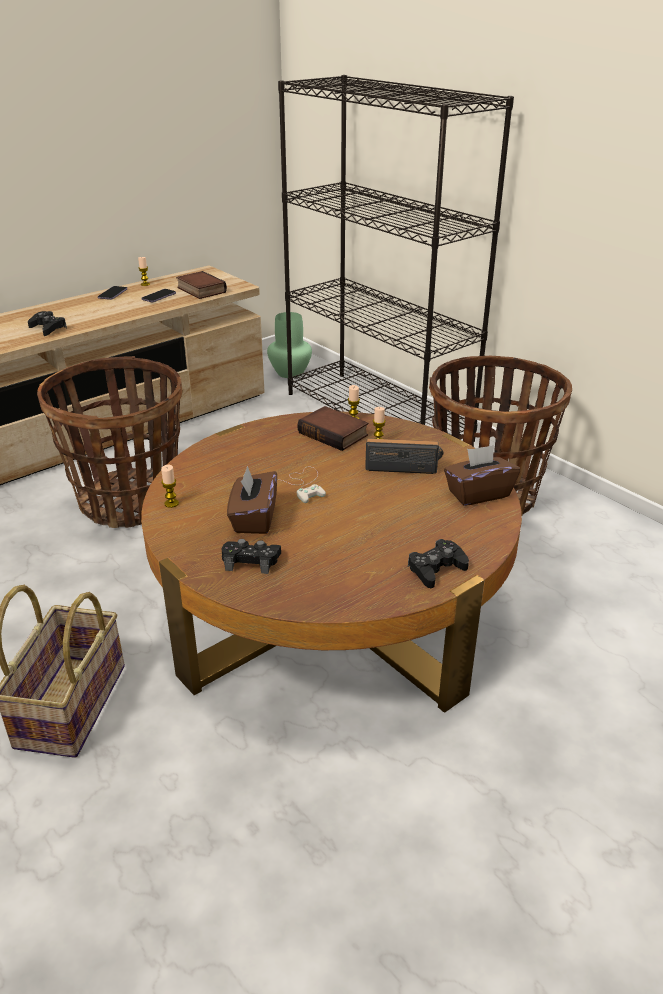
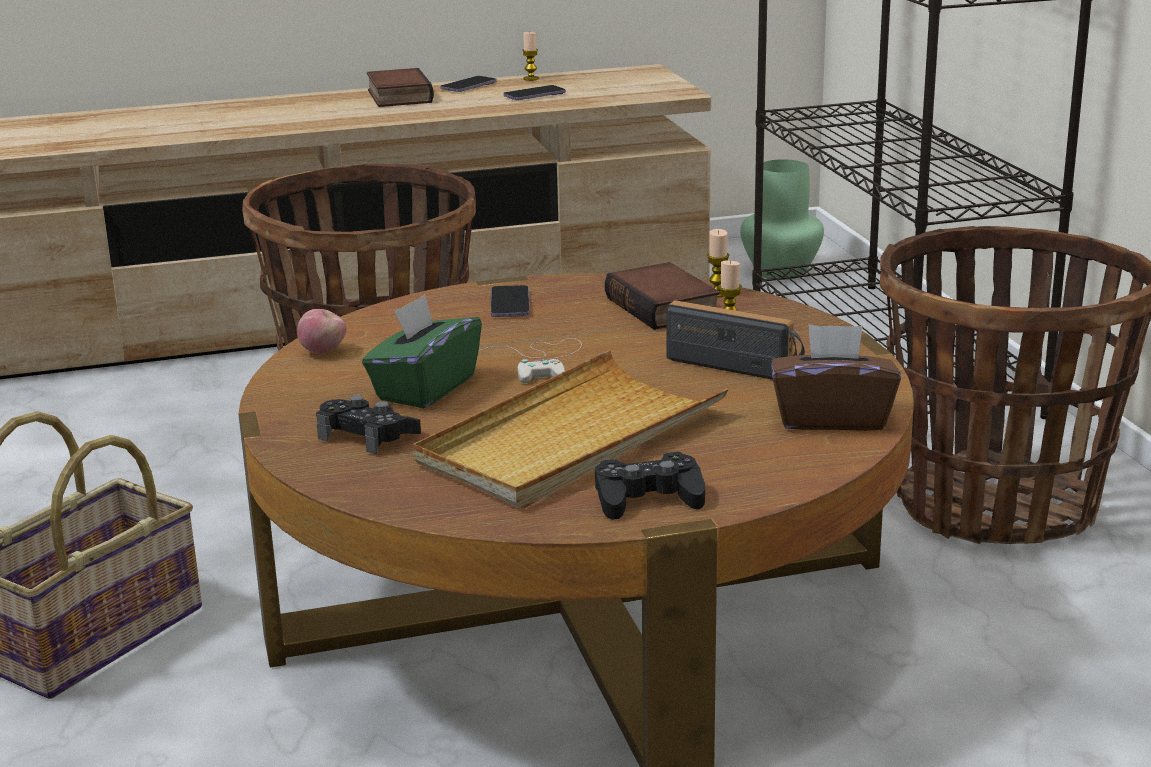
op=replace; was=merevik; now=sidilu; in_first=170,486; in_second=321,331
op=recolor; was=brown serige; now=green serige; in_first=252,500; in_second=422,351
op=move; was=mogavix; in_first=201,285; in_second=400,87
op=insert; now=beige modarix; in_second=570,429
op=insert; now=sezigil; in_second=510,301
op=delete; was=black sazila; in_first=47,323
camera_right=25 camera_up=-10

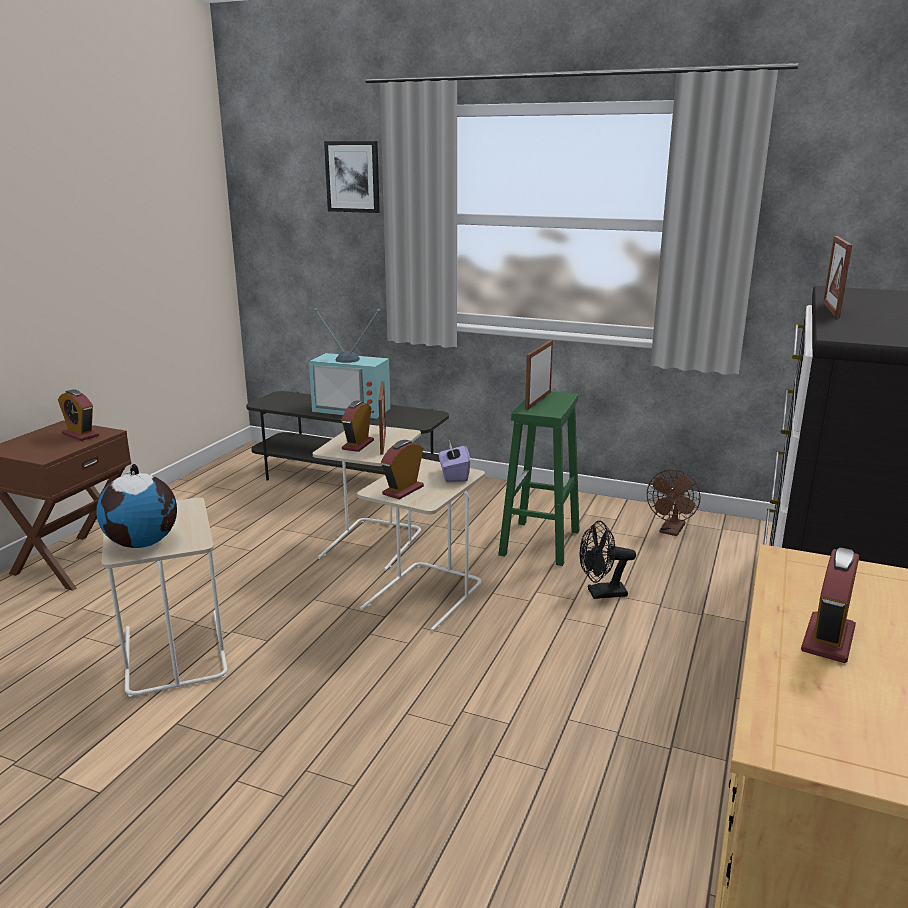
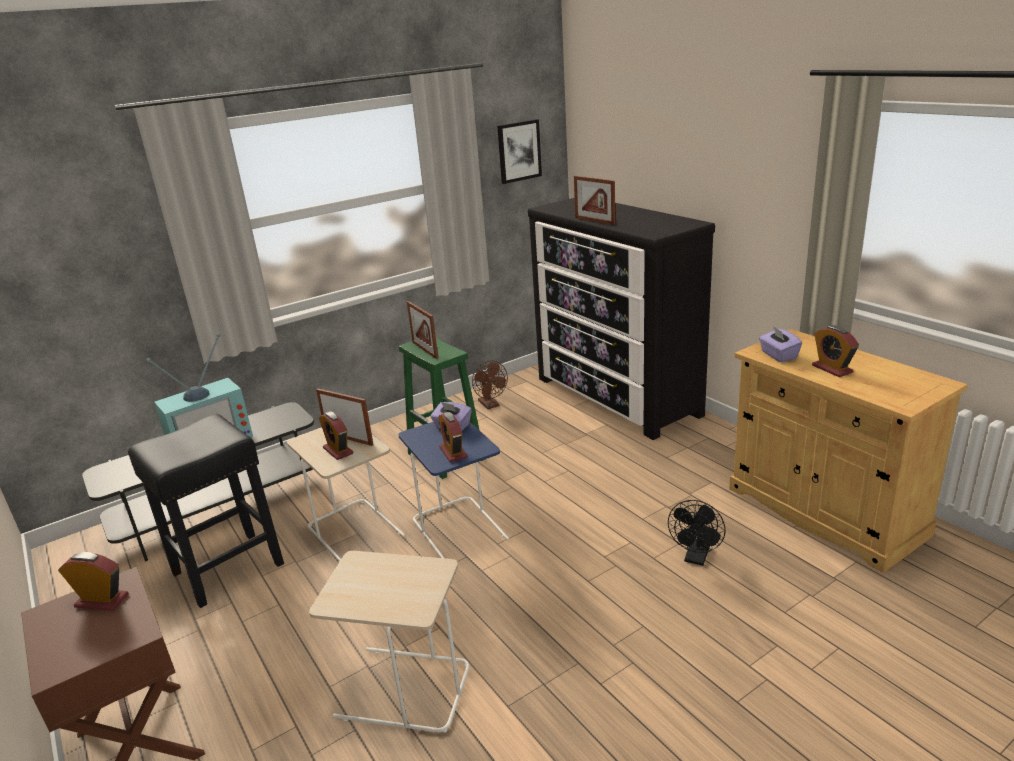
op=rotate; was=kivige; in_first=78,415; in_second=93,581; clockwise=-150
op=insert; now=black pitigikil; in_second=206,511
op=recolor; was=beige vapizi; now=blue vapizi; in_first=421,545; in_second=454,490
op=move; was=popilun; in_first=352,177; in_second=519,151
op=move; was=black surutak; in_first=608,560; in_second=697,533
op=insert; now=purple serige; in_second=780,344
op=delete; was=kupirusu; in_first=136,506
camera_right=-55 camera_up=5

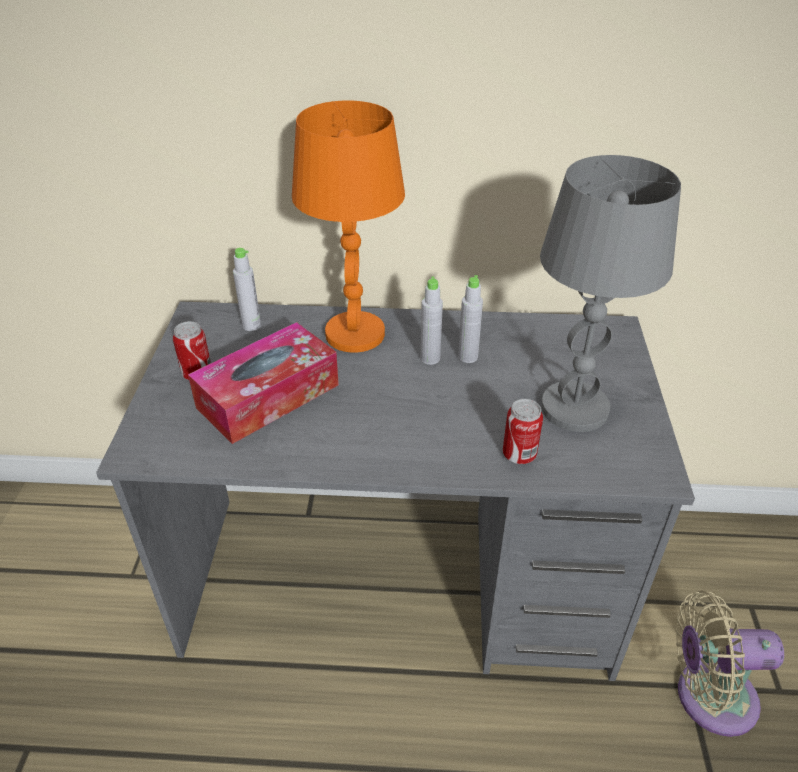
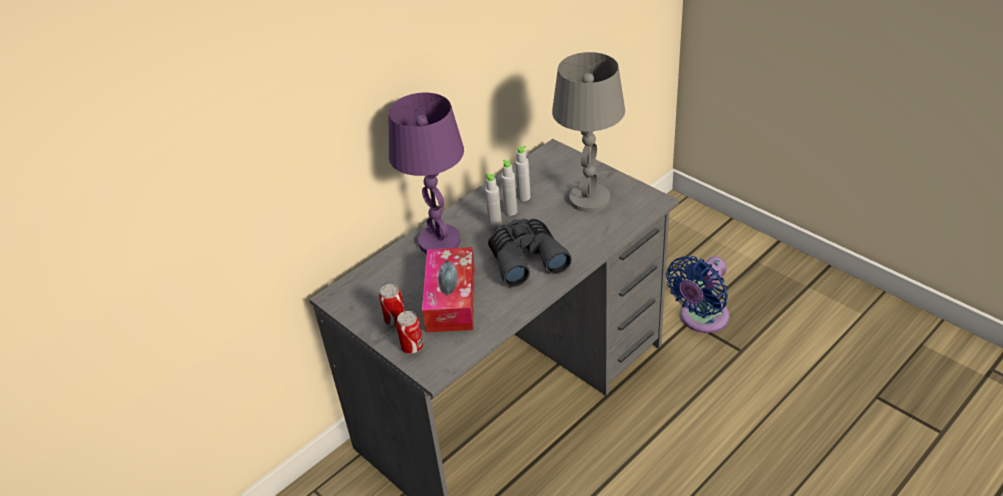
op=recolor; was=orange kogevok; now=purple kogevok; in_first=348,227; in_second=426,173
op=move; was=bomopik; in_first=523,431; in_second=409,332
op=insert; now=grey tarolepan; in_second=530,252
op=move; was=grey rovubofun; in_first=247,289; in_second=523,173
op=recolor; was=beige surutak; now=blue surutak; in_first=730,663; in_second=698,294
camera_right=-45 camera_up=0

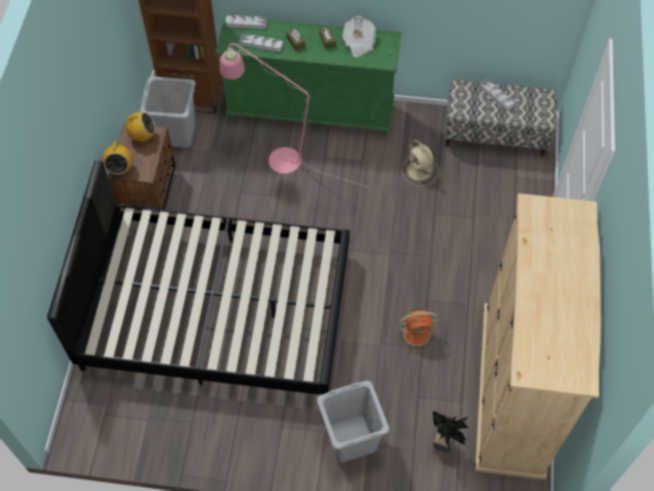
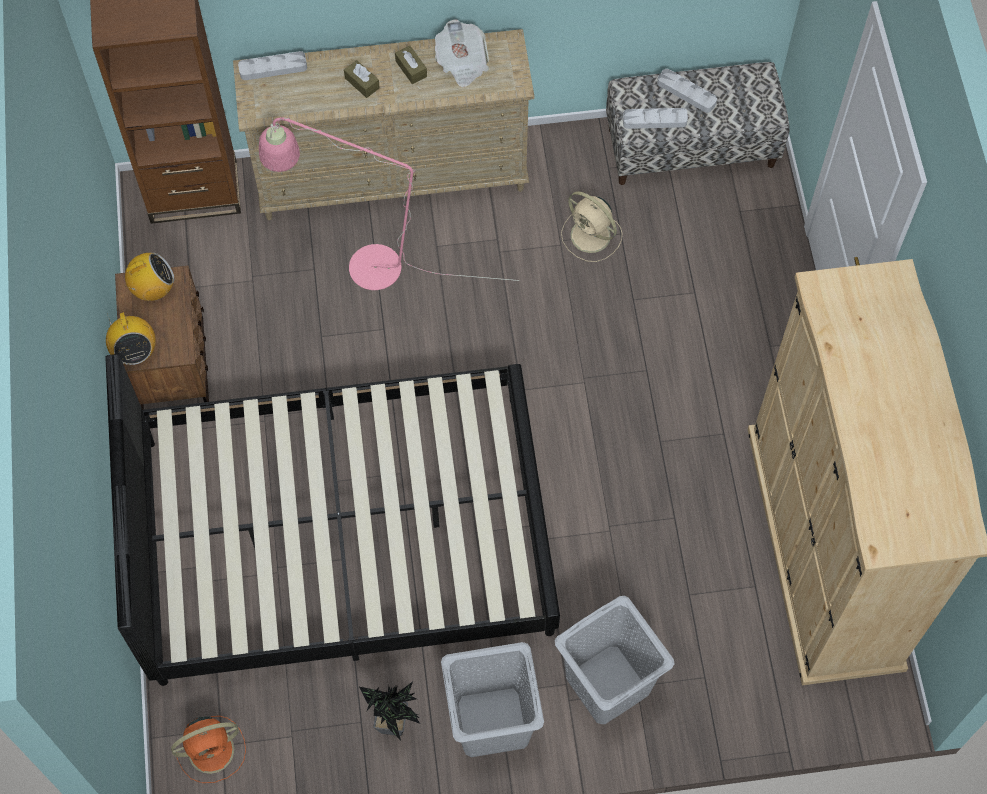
op=move; was=orange surutak; in_first=417,330; in_second=208,749
op=recolor; was=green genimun; now=beige genimun; in_first=308,76; in_second=383,124
op=move; was=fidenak; in_first=450,432; in_second=389,711
op=move; was=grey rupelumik; in_first=168,112; in_second=492,699
op=move; was=grey modarix; in_first=262,42; in_second=655,118
camera_right=-15 camera_up=5

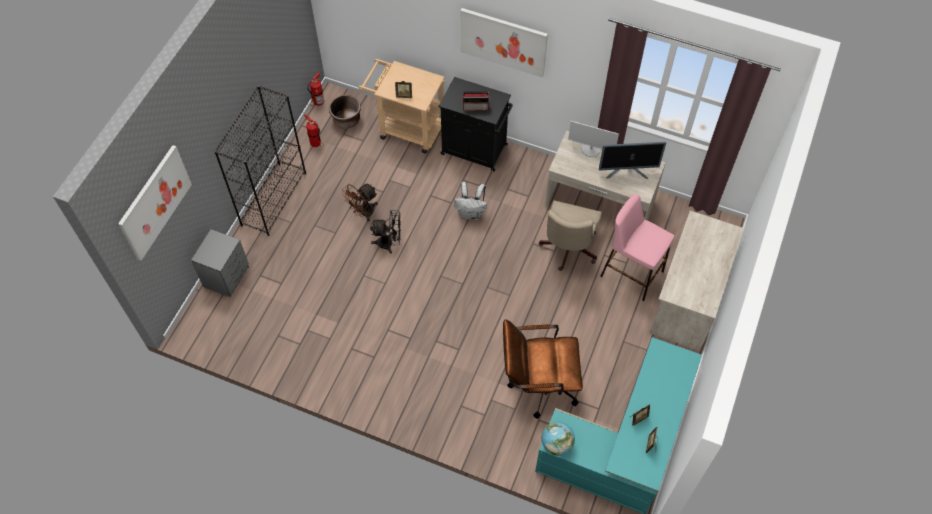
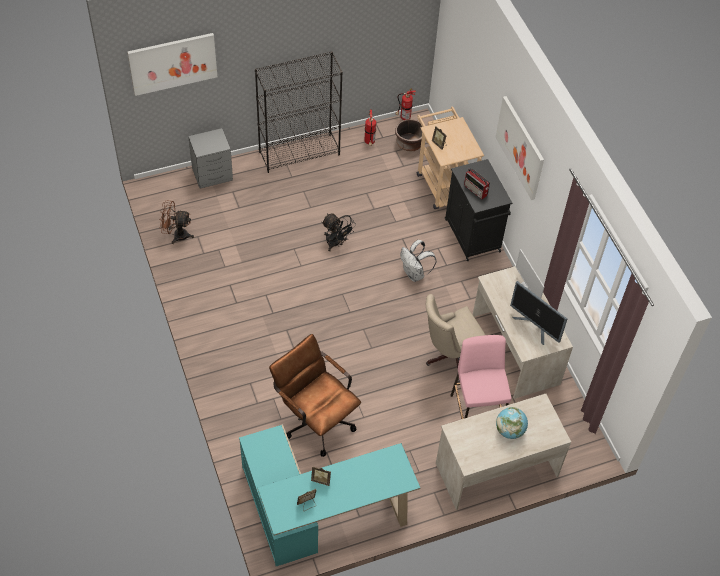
op=move; was=brown surutak; in_first=360,203; in_second=176,222
op=move; was=kupirusu; in_first=558,439; in_second=512,423
camera_right=45 camera_up=-5

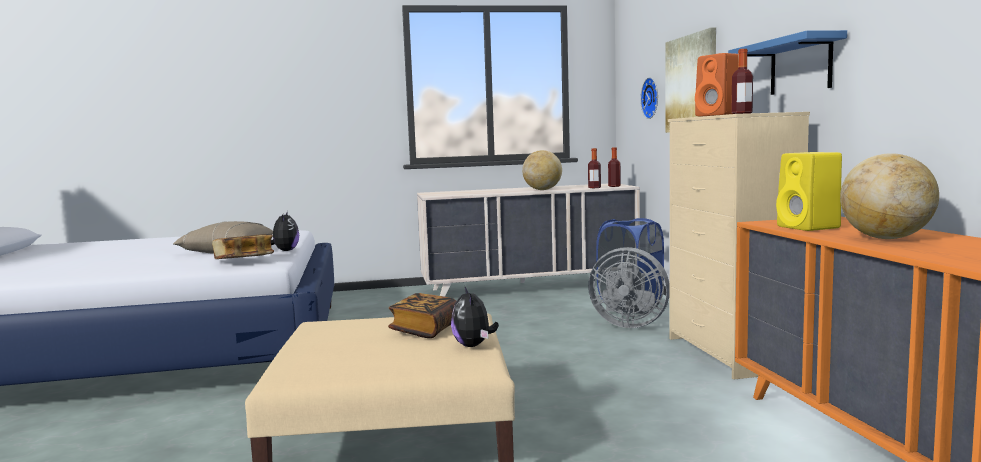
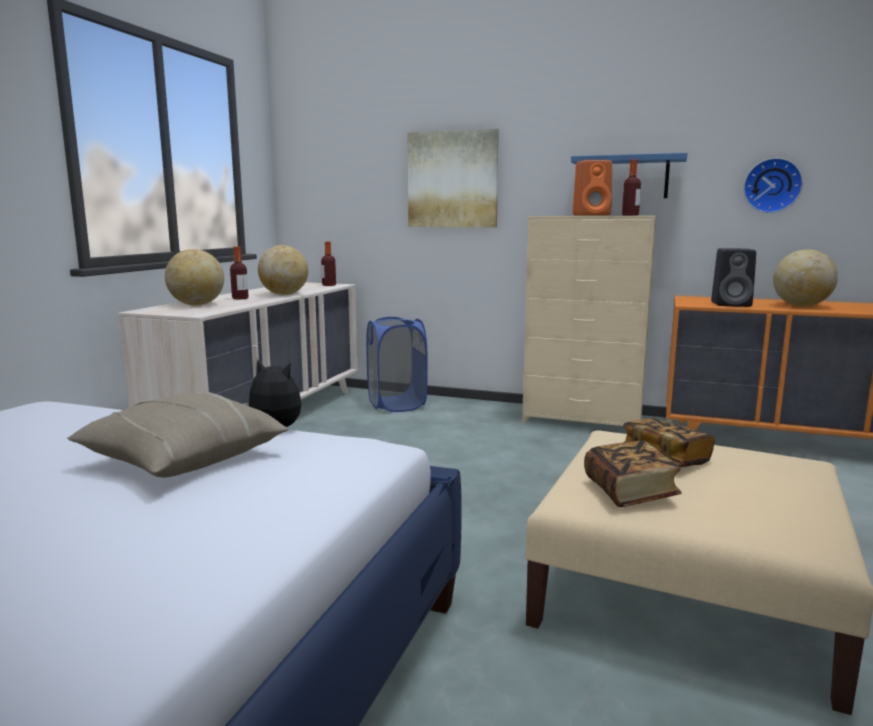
op=insert; now=kupirusu; in_second=194,277
op=move; was=rovubofun; in_first=594,168; in_second=239,273
op=move; was=mogavix; in_first=243,246; in_second=632,474
op=recolor; was=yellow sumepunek; now=black sumepunek; in_first=809,191; in_second=733,277
op=move; was=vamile; in_first=649,98; in_second=773,185
op=delete; was=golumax; in_first=475,317
op=delete; was=grey surutak; in_first=629,287
camera_right=-60 camera_up=5

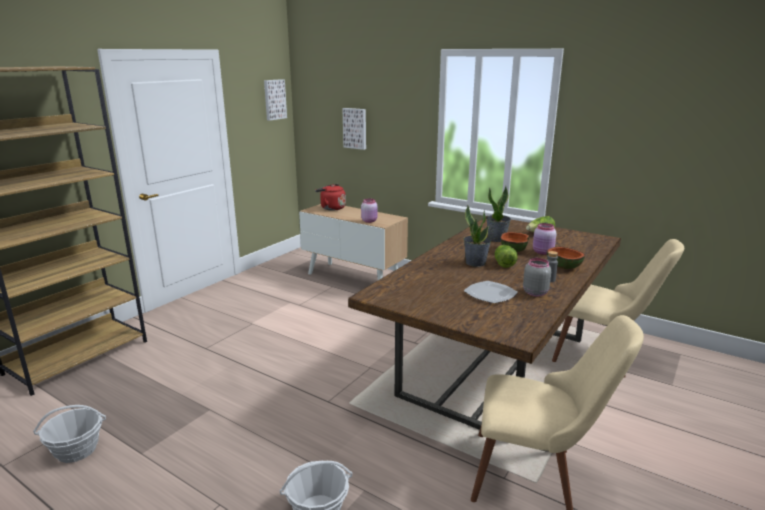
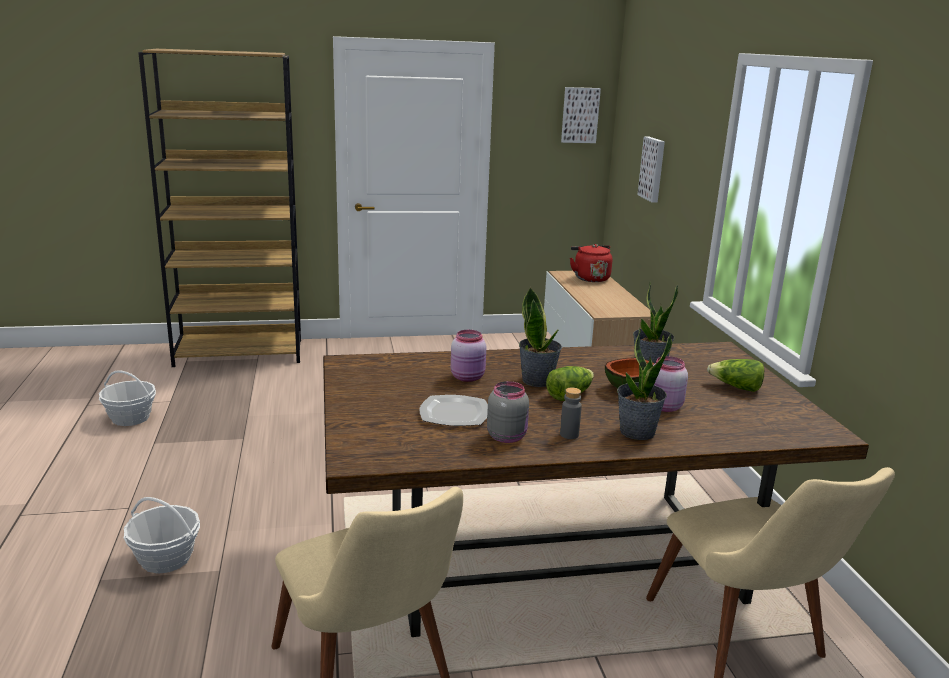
op=move; was=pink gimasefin; in_first=369,211; in_second=468,356
op=replace; was=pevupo; now=fidenak; in_first=566,258; in_second=645,383
camera_right=45 camera_up=0

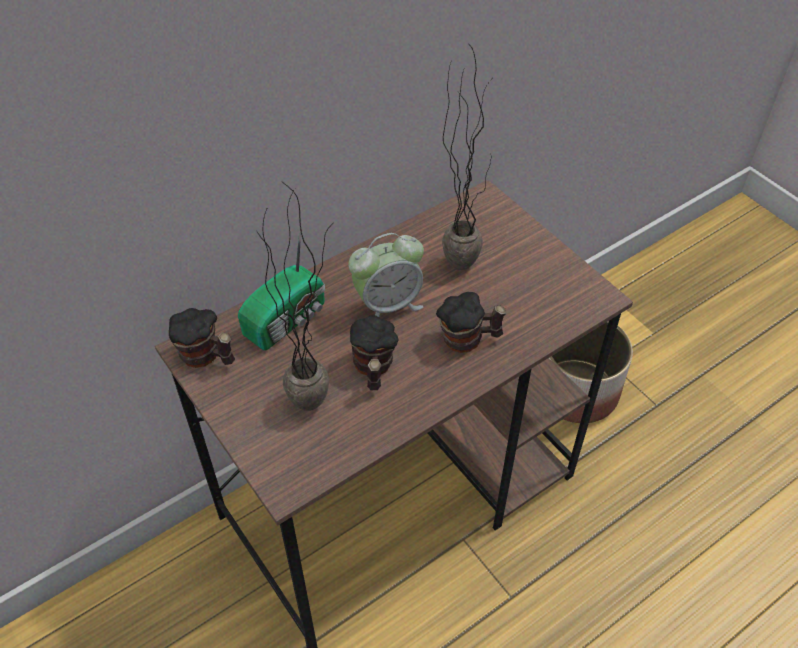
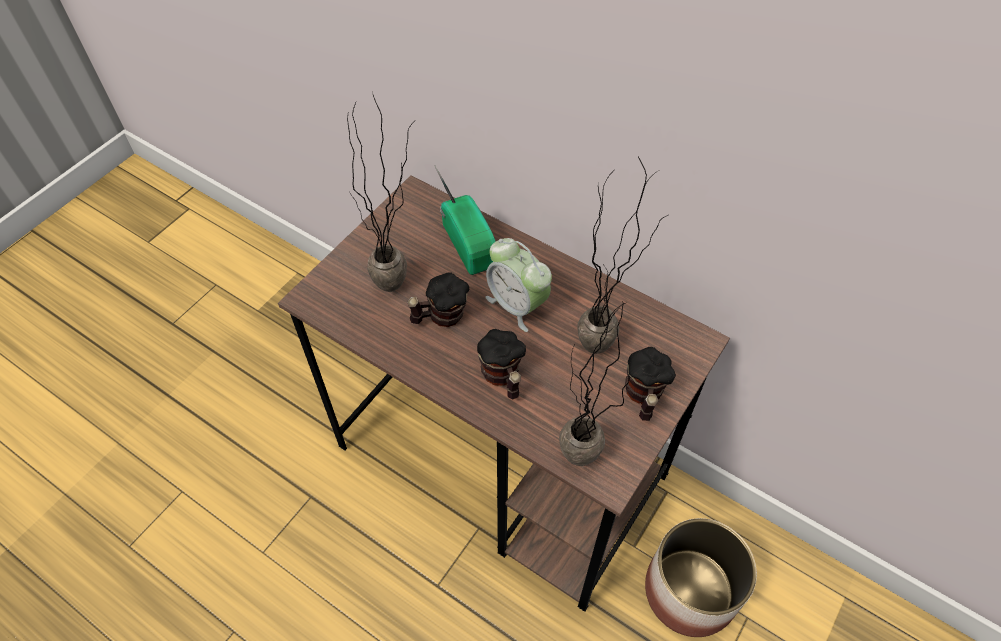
op=rotate; was=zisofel; in_first=281,290; in_second=465,220; clockwise=-135
op=insert; now=fidenak; in_second=594,383
op=move; was=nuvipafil; in_first=202,338; in_second=650,384
camera_right=70 camera_up=5

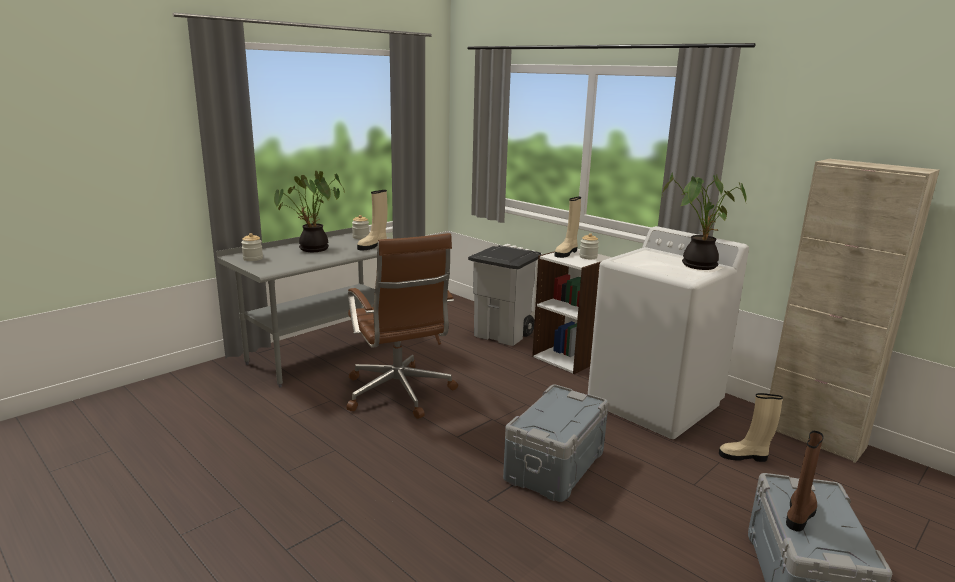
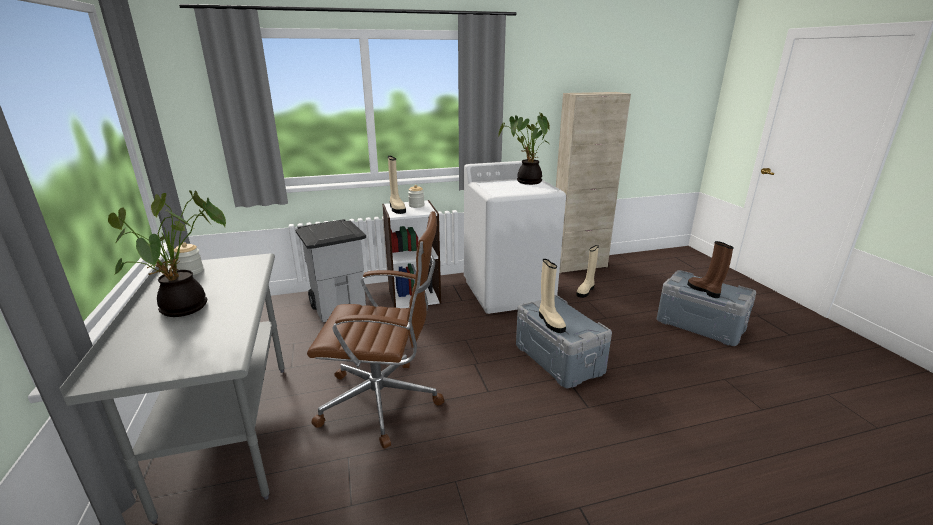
op=move; was=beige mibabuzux; in_first=372,220; in_second=552,296
op=delete; was=gimasefin; in_first=252,247
camera_right=-60 camera_up=5

